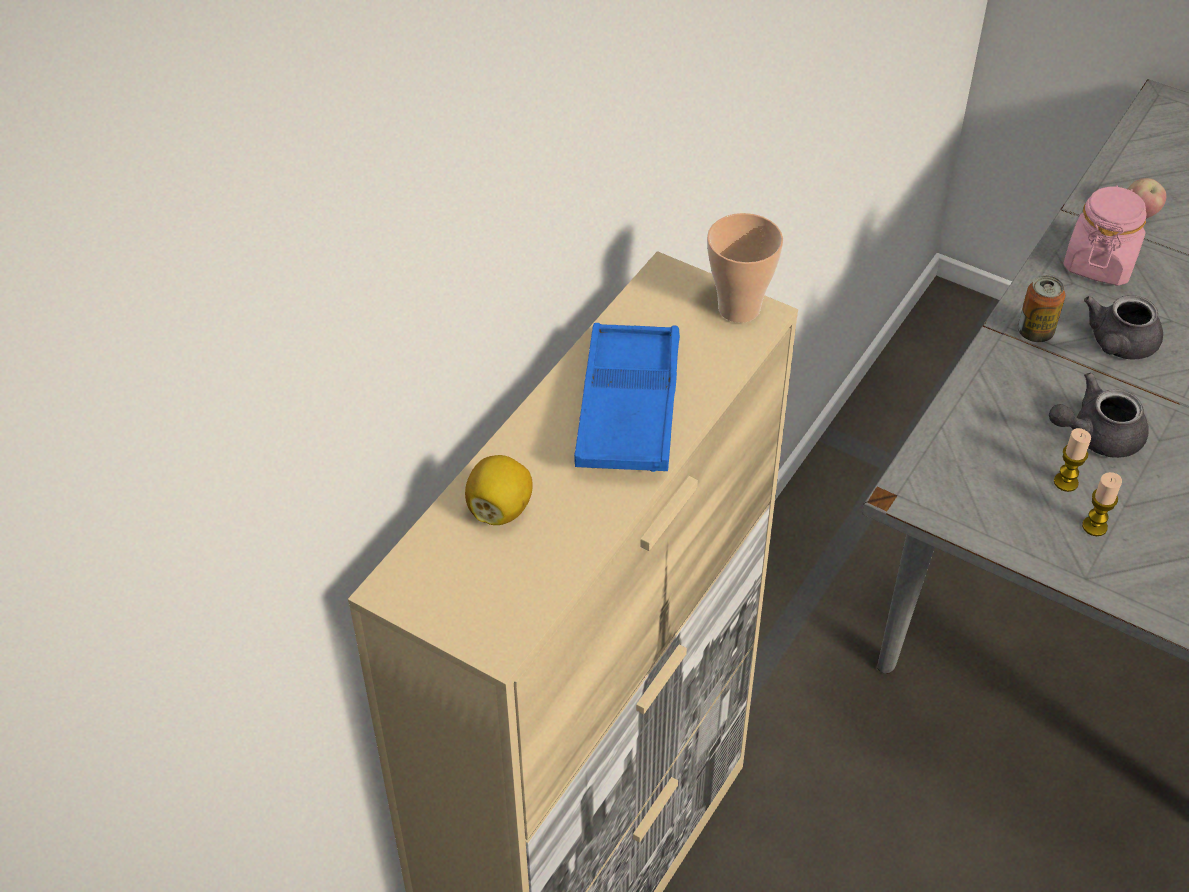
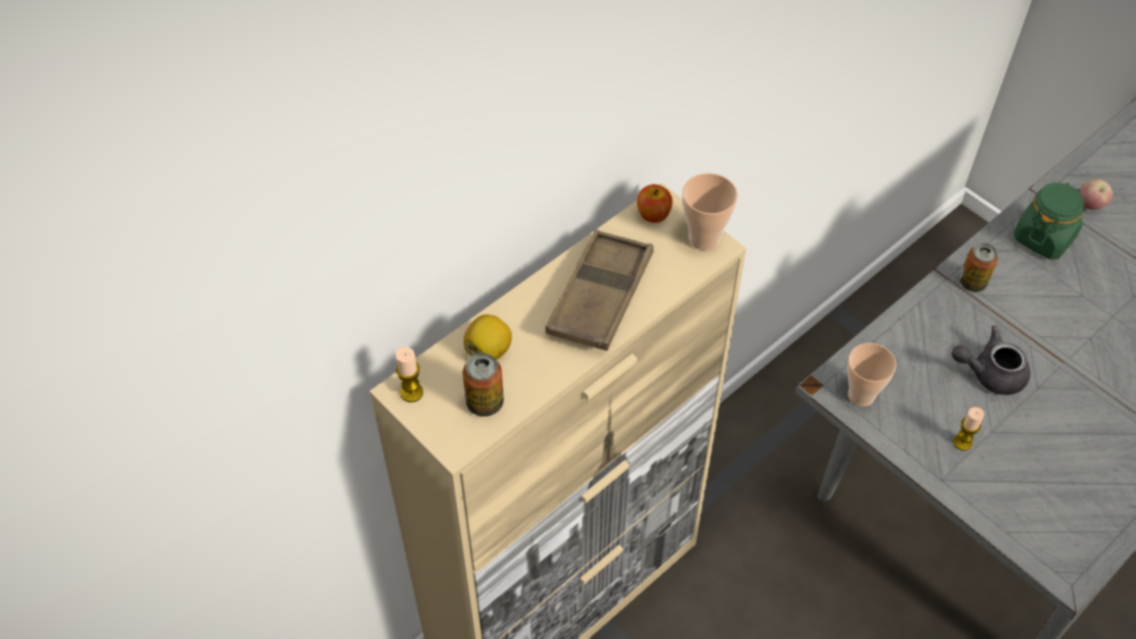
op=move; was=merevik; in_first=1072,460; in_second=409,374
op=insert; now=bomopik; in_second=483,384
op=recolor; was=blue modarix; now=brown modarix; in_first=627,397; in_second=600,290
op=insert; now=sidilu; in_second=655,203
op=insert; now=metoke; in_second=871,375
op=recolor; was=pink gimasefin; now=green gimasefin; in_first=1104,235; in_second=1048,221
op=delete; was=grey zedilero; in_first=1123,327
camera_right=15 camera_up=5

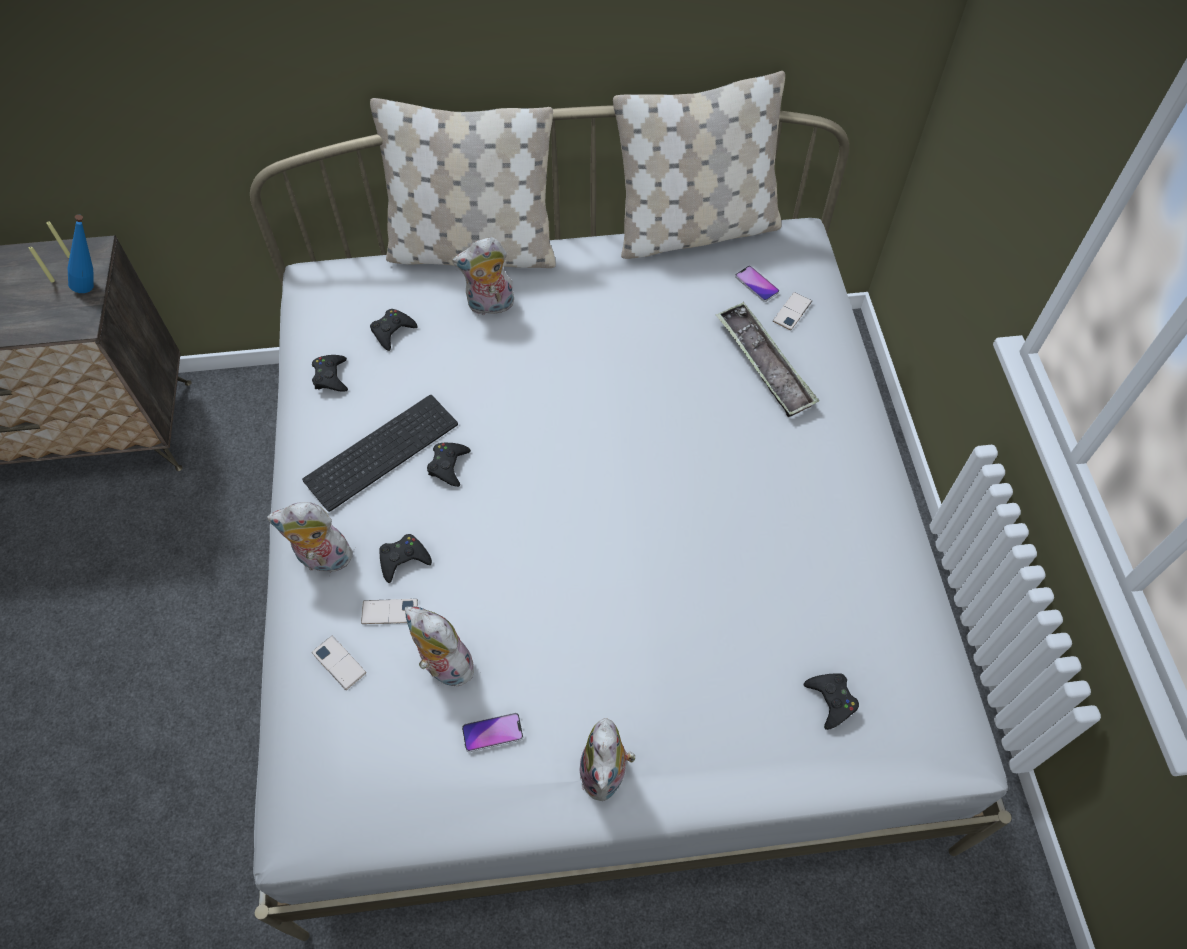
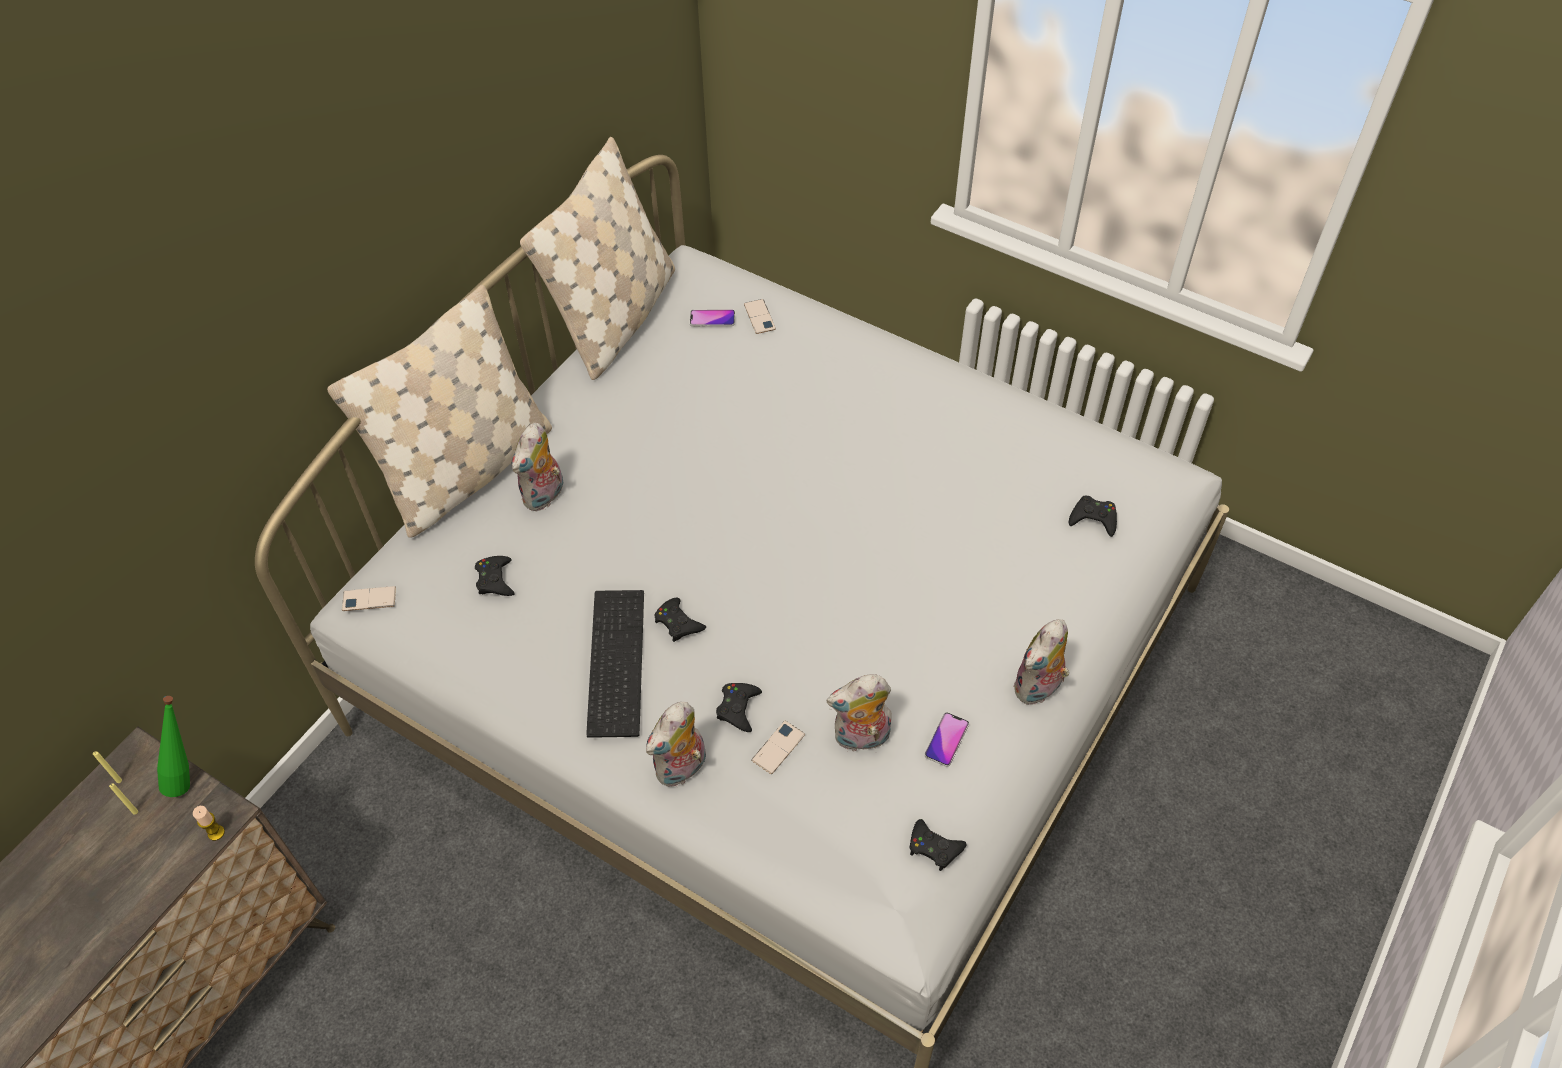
op=recolor; was=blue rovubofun; now=green rovubofun; in_first=81,253; in_second=173,746
op=insert; now=merevik; in_second=209,823
op=move; was=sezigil; in_first=339,663; in_second=369,598
op=move; was=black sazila; in_first=330,373; in_second=938,845
op=rotate; was=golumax; in_first=607,759; in_second=1041,662; clockwise=90
op=delete; was=modarix; in_first=767,359
camera_right=-50 camera_up=-5

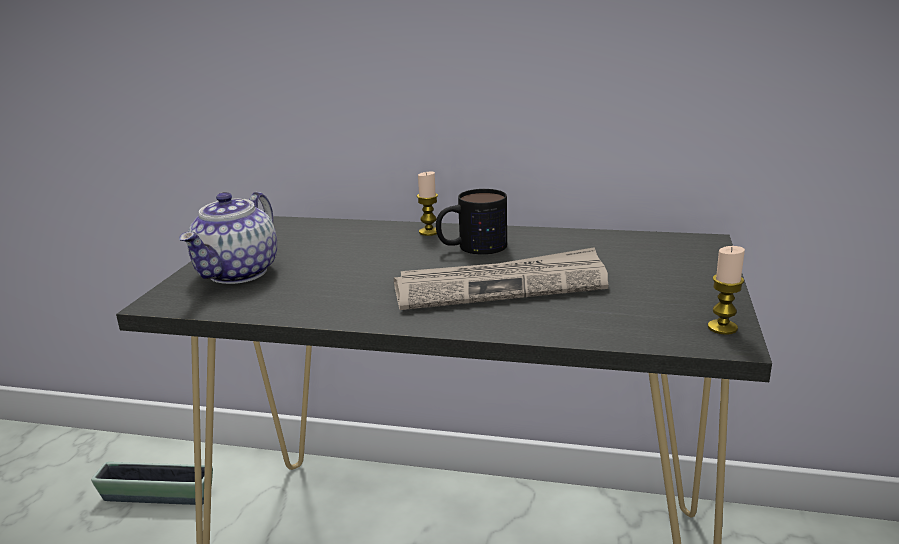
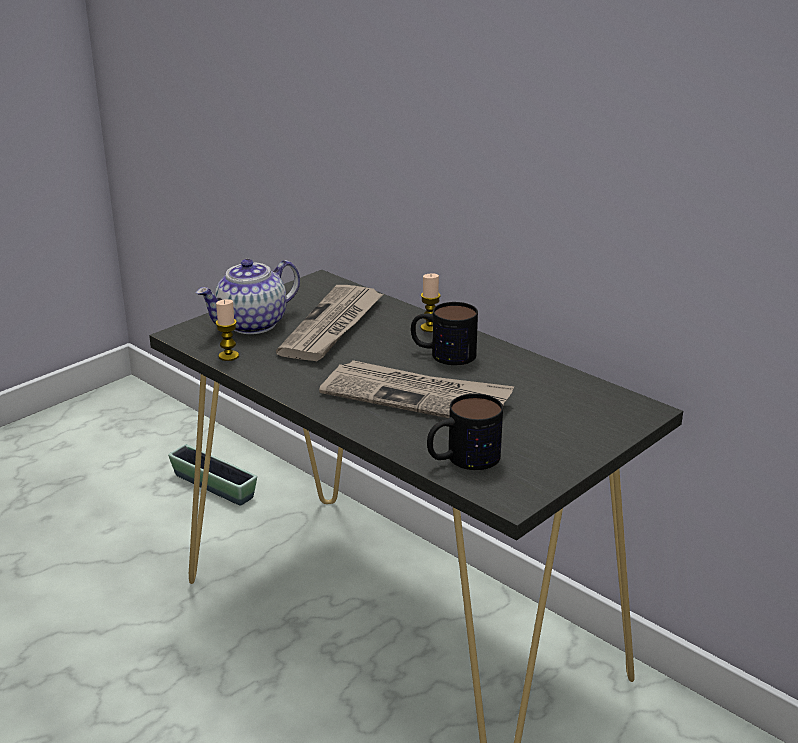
op=move; was=merevik; in_first=726,290; in_second=227,330
op=insert; now=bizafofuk; in_second=329,323
op=insert; now=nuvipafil; in_second=465,432
camera_right=30 camera_up=5

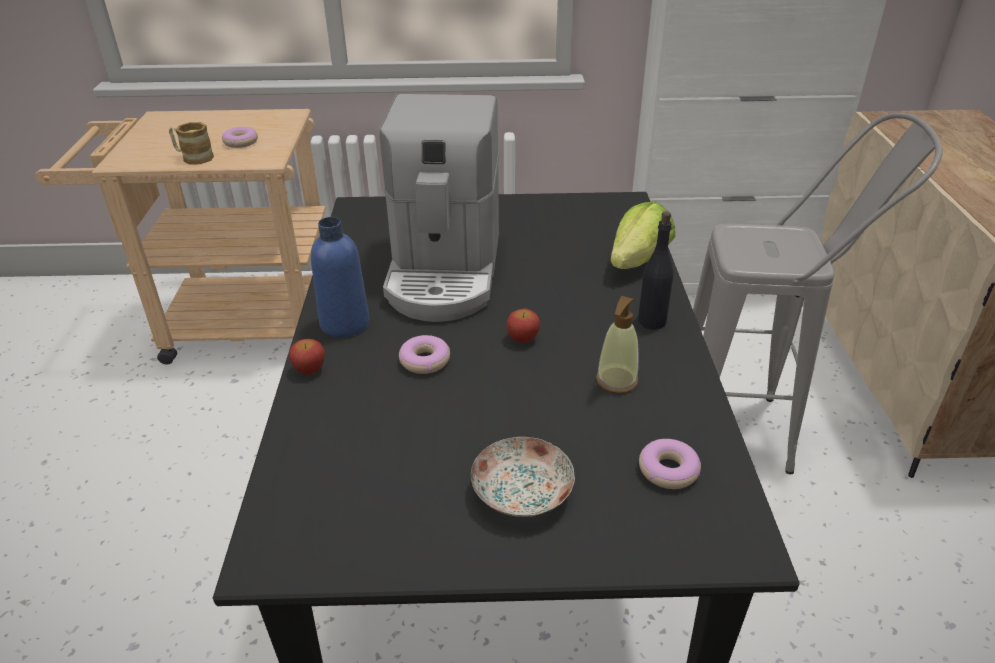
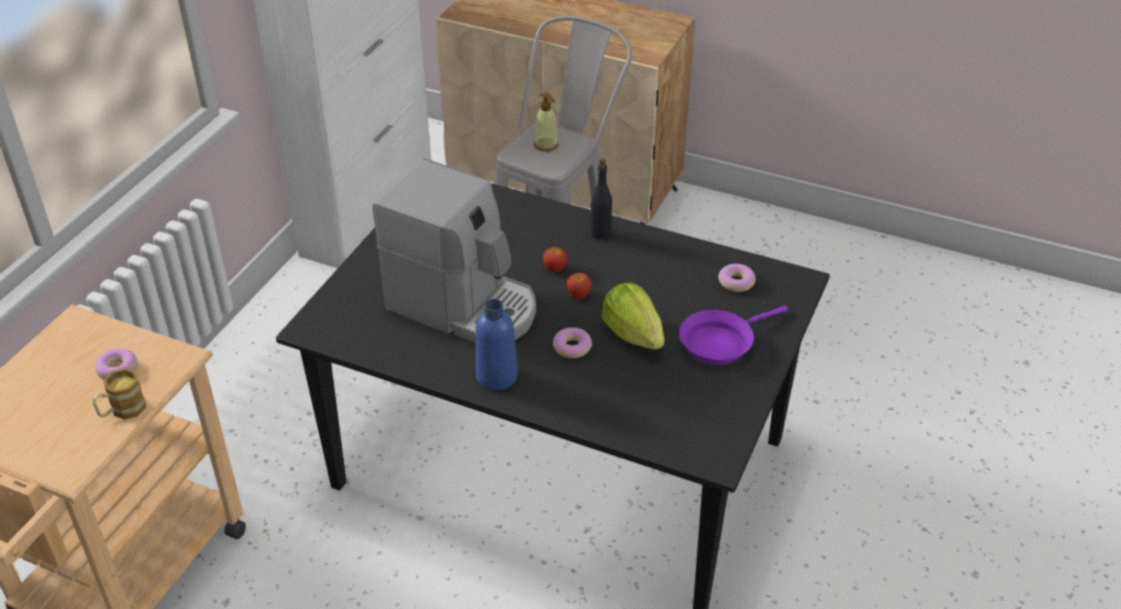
op=move; was=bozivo; in_first=617,345; in_second=546,122
op=move; was=sidilu; in_first=307,357; in_second=555,259
op=move; was=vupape; in_first=642,235; in_second=632,316
op=replace; was=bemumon; now=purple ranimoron; in_first=523,477; in_second=733,335
camera_right=-65 camera_up=5

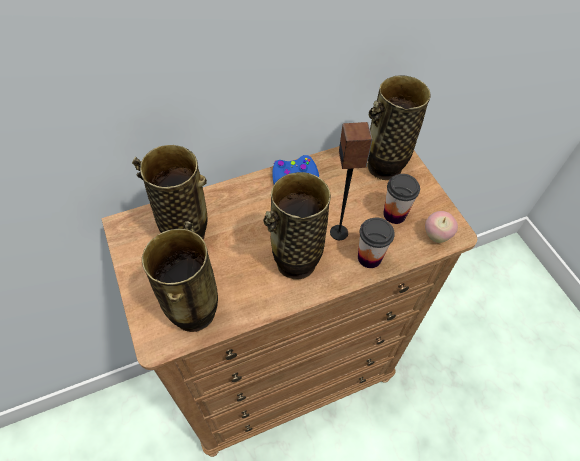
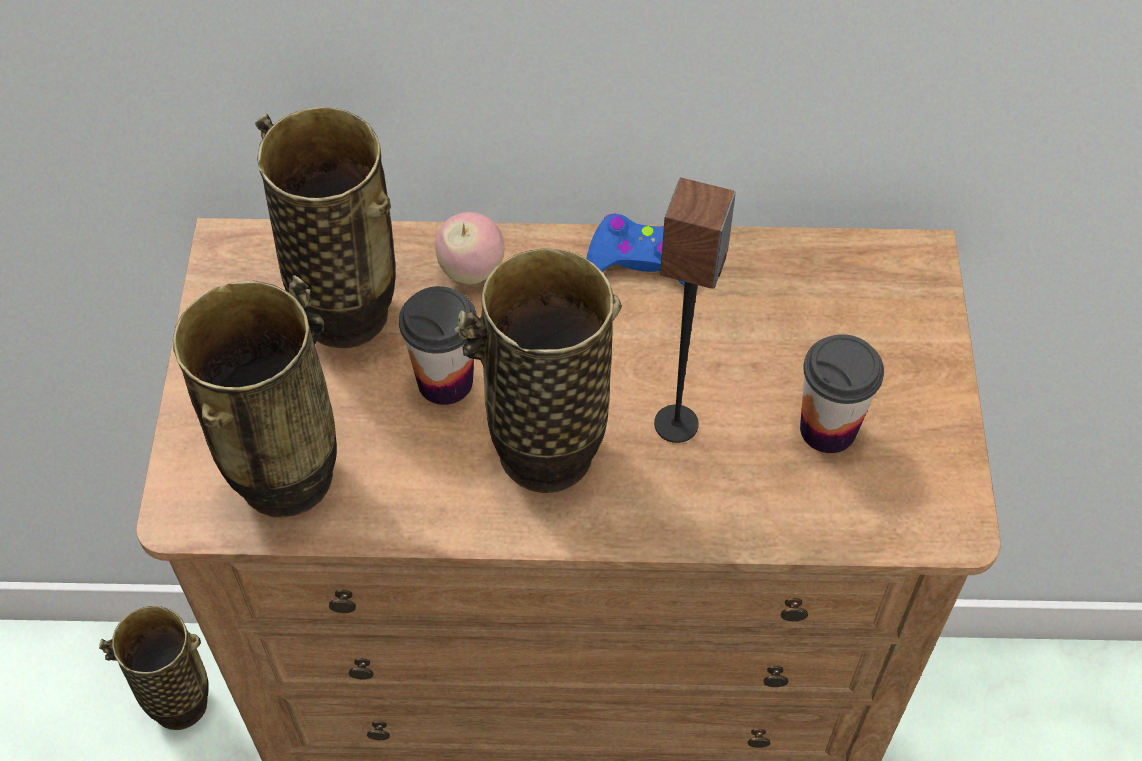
op=move; was=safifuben; in_first=399,128; in_second=154,668
op=move; was=metoke; in_first=376,242; in_second=437,345
op=move; was=sidilu; in_first=441,227; in_second=469,248
camera_right=25 camera_up=0

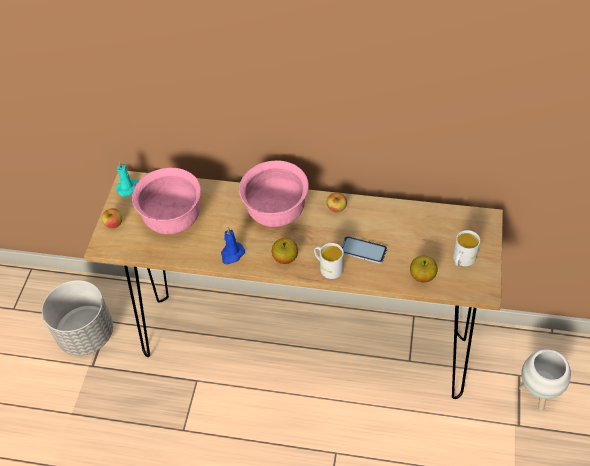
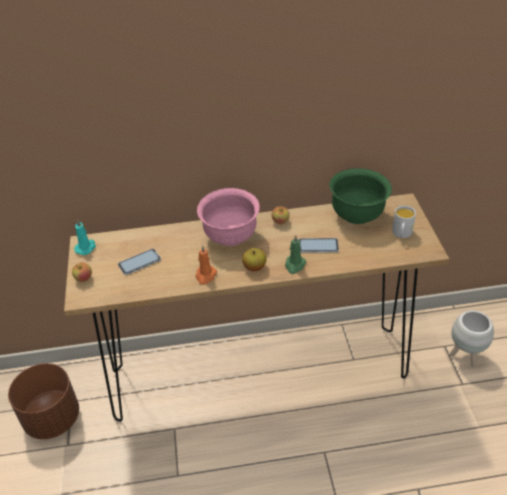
op=recolor; was=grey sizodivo; now=brown sizodivo; in_first=77,318; in_second=43,401
op=replace; was=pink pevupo; now=sezigil; in_first=166,201; in_second=139,262
op=recolor; was=blue merevik; now=orange merevik; in_first=233,245; in_second=206,265
op=replace; was=white nuvipafil; now=green merevik; in_first=329,261; in_second=295,254
op=insert; now=green pevupo; in_second=361,196
op=delete; was=sidilu; in_first=424,269
camera_right=-20 camera_up=-10

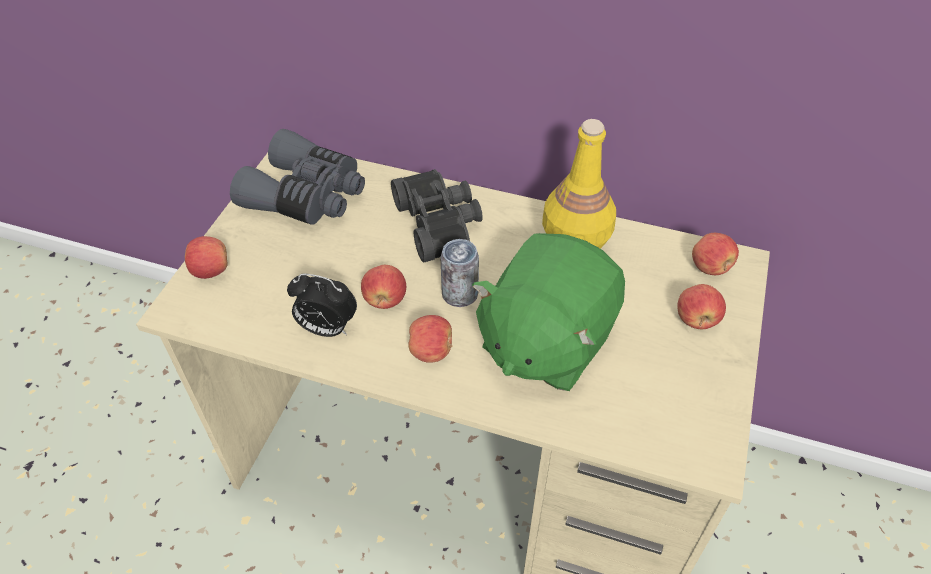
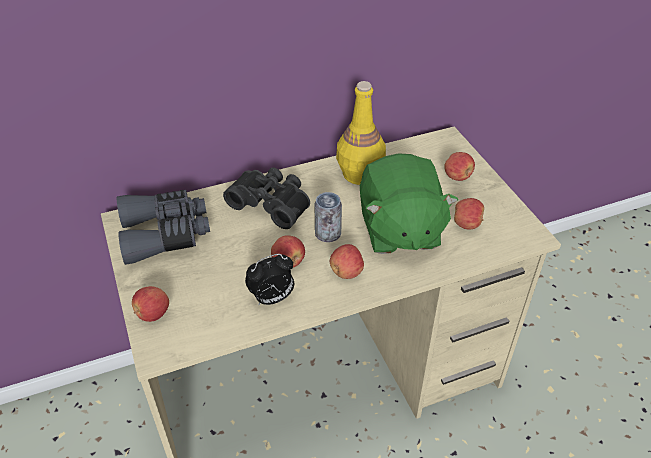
op=move; was=sidilu; in_first=715,254; in_second=469,213
camera_right=-40 camera_up=-5

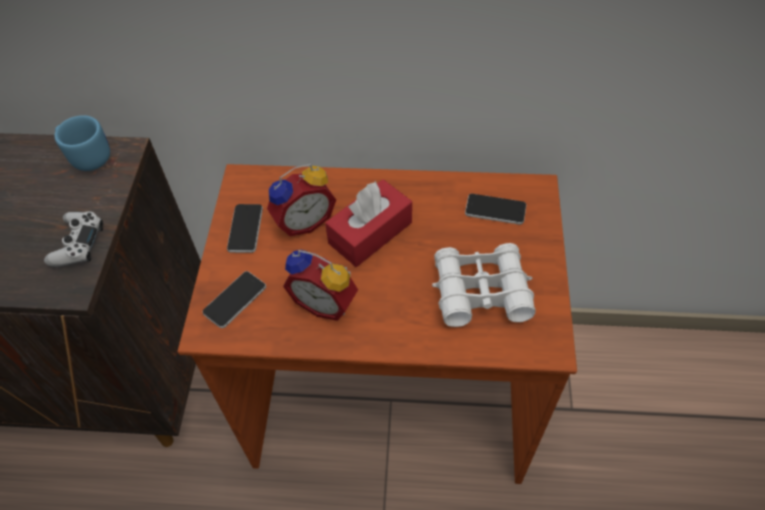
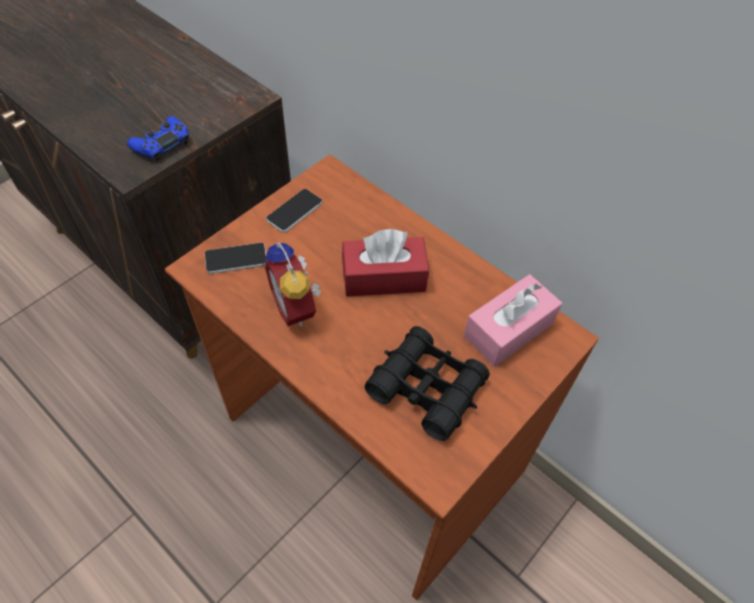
op=recolor; was=white sazila; now=blue sazila; in_first=73,239; in_second=158,138
op=recolor; was=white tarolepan; now=black tarolepan; in_first=484,285; in_second=427,383
op=replace; was=sezigil; now=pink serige; in_first=495,209; in_second=513,320
op=delete; was=blue nuvipafil; in_first=82,143
op=delete; was=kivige; in_first=301,200
camera_right=35 camera_up=0

